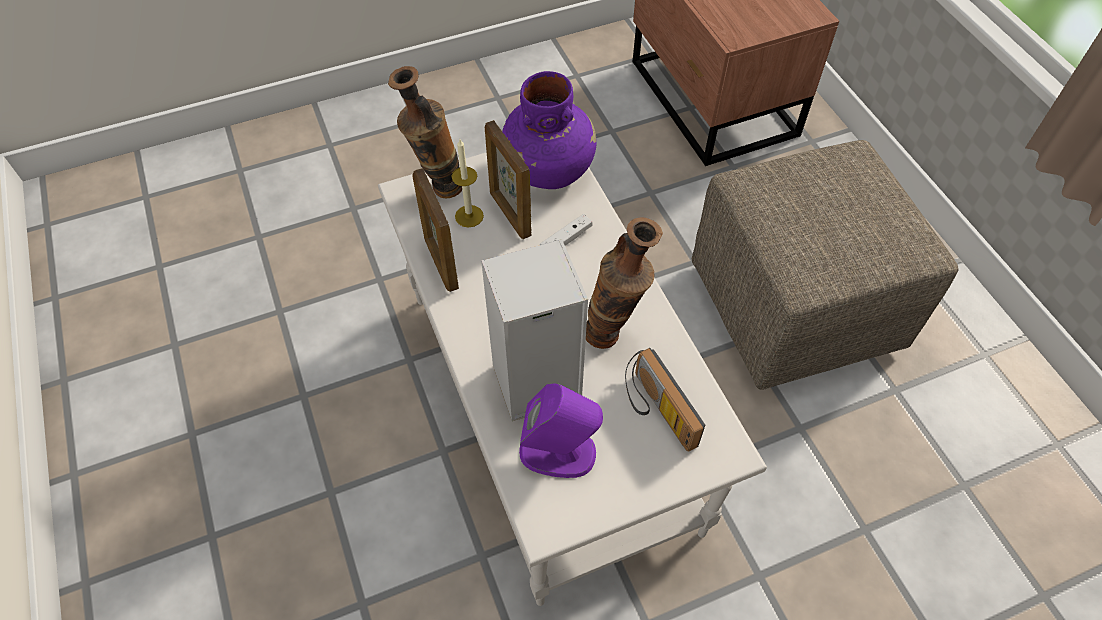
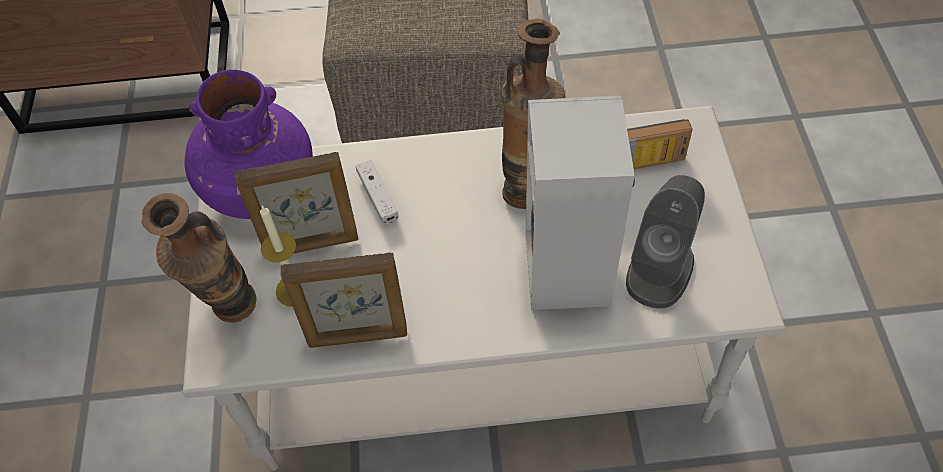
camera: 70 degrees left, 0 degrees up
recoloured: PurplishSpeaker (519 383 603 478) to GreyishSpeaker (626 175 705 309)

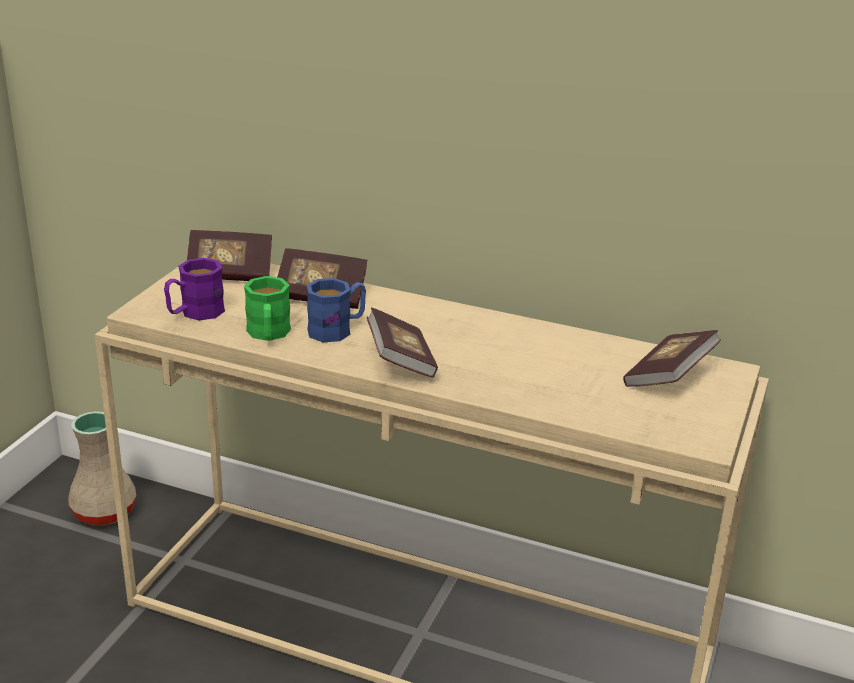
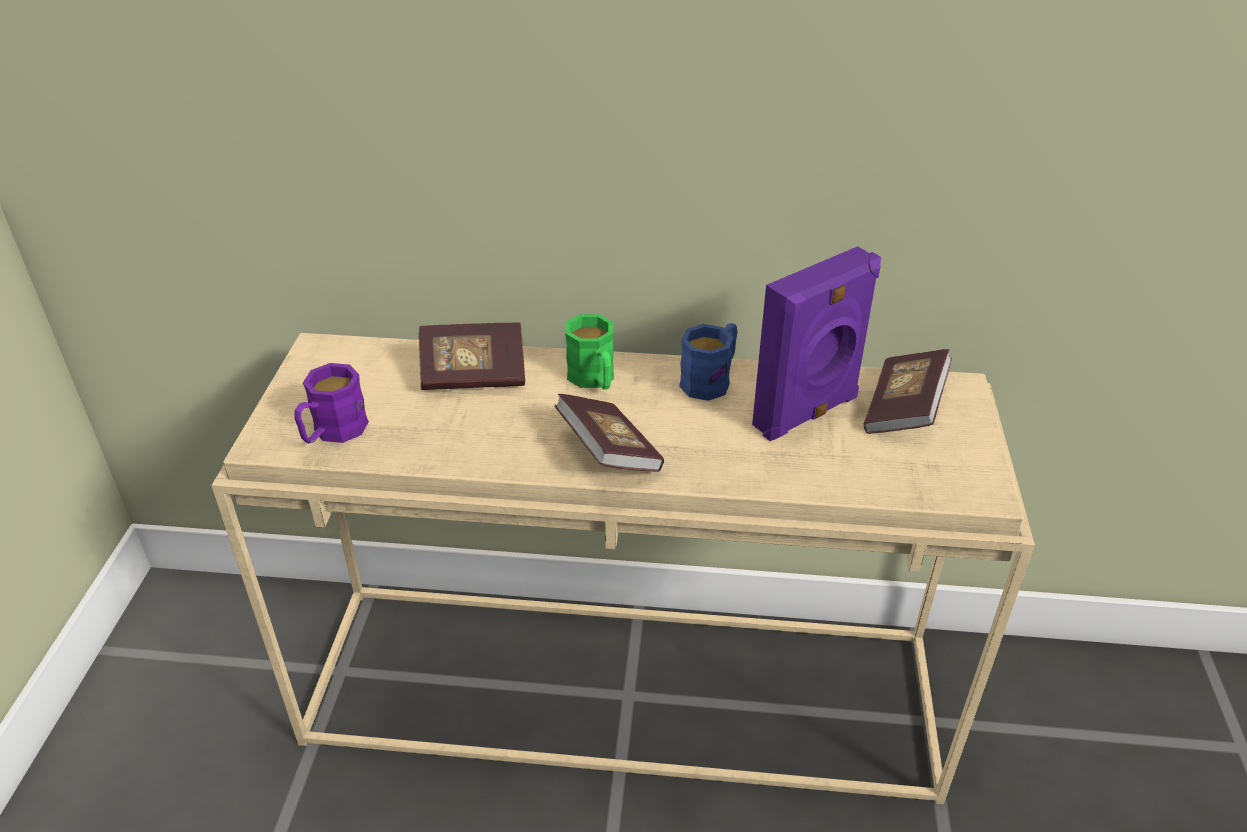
camera: 15 degrees left, 10 degrees up
removed: BeigeVase (68 411 136 526); BoundBook (187 230 272 281)
added: PurplishSpeaker (752 246 881 441)
moved: GreenCoffeeMug (244 276 291 341) to (565 314 614 390); BlueColouredCoffeeMug (307 278 366 342) to (679 323 737 401)

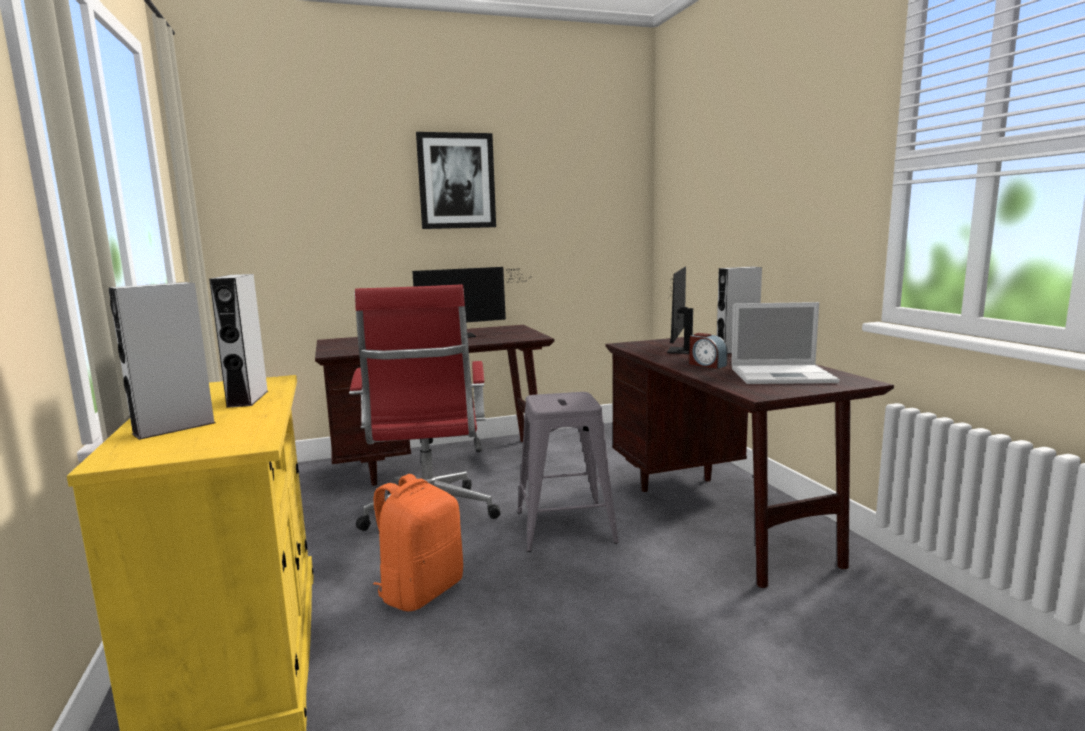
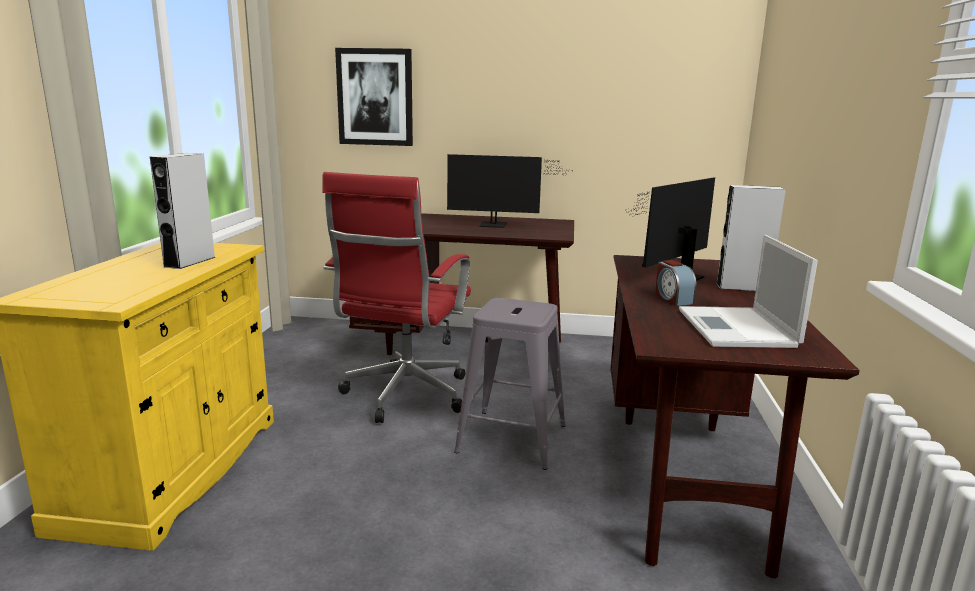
camera: 25 degrees right, 5 degrees up
removed: GreyishSpeaker (108 282 215 440); OrangeColouredRucksack (373 474 463 611)
moved: Picture (416 132 496 229) to (335 48 413 146)
turned: PortableComputer (731 302 840 384) = (679 235 818 348) 60 degrees clockwise

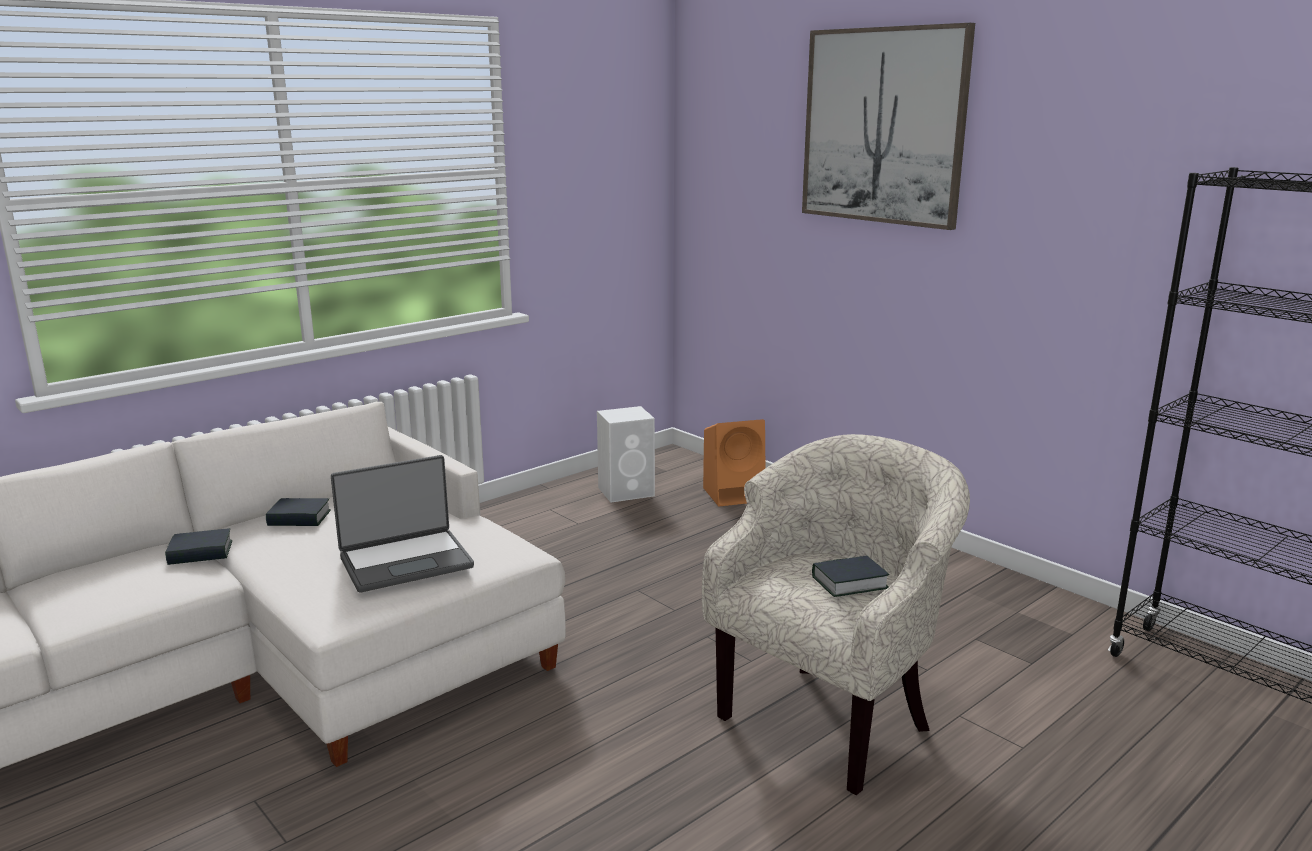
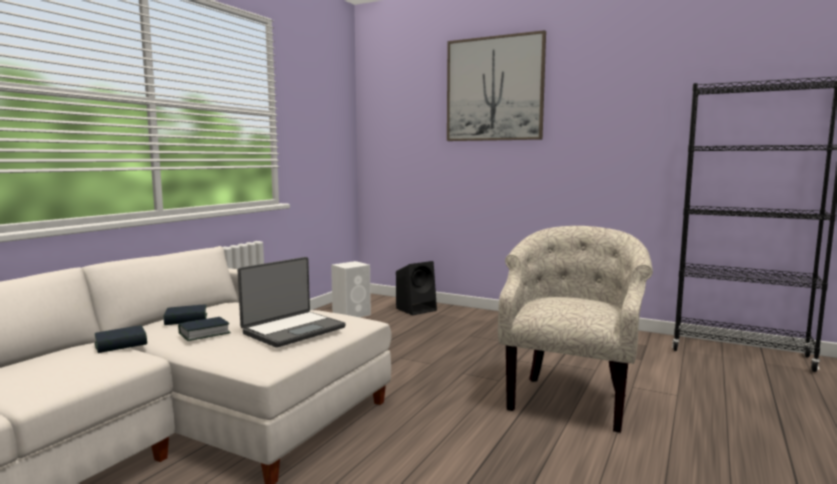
camera: 20 degrees left, 10 degrees down
moved: BoundBook (812 556 889 597) to (178 317 231 341)
recoloured: OrangeColouredSpeaker (703 419 765 506) to BlackishSpeaker (396 261 437 315)

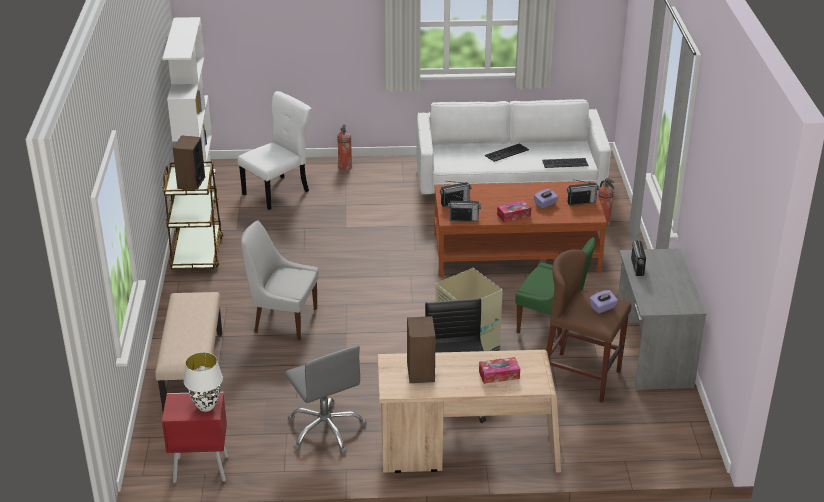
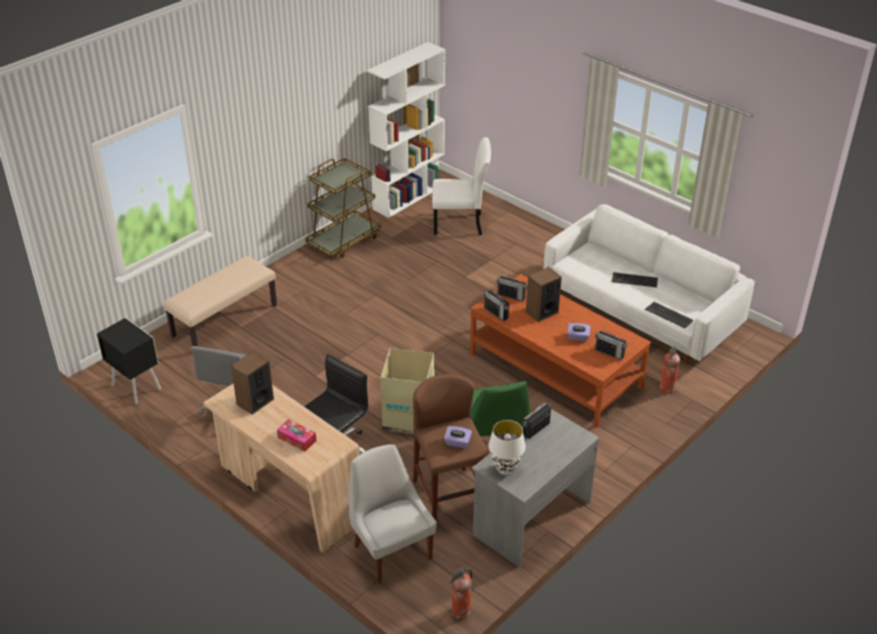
camera: 45 degrees right, 5 degrees up
removed: BoxOfTissues (497 200 531 222)
moved: Speaker (173 135 205 190) to (526 267 562 322); WhitishLampForATable (184 352 223 412) to (488 420 526 475); WhitishChair (241 220 318 340) to (349 444 437 583); Extinguisher (337 124 352 170) to (449 567 472 620)
recoloured: RedColouredNightTable (162 392 228 483) to BlackishNightTable (97 318 161 404)

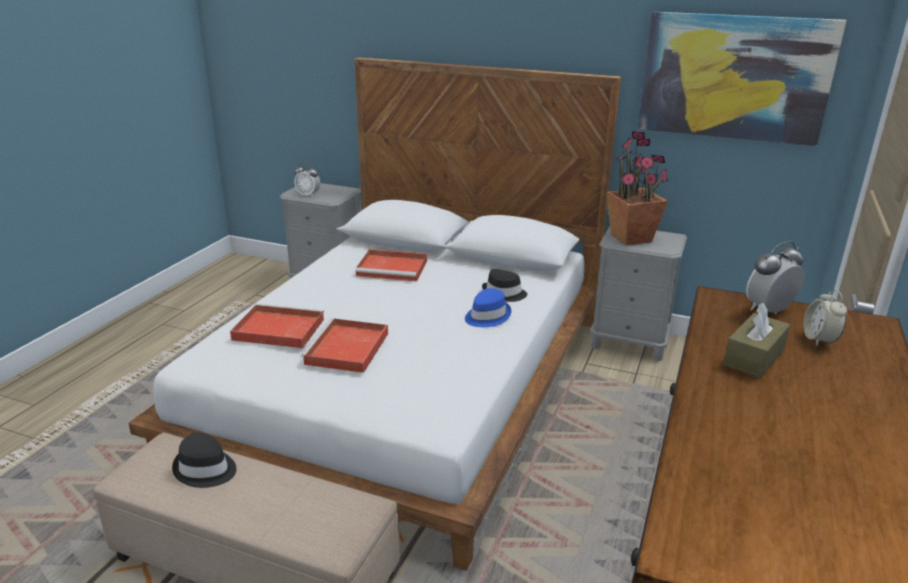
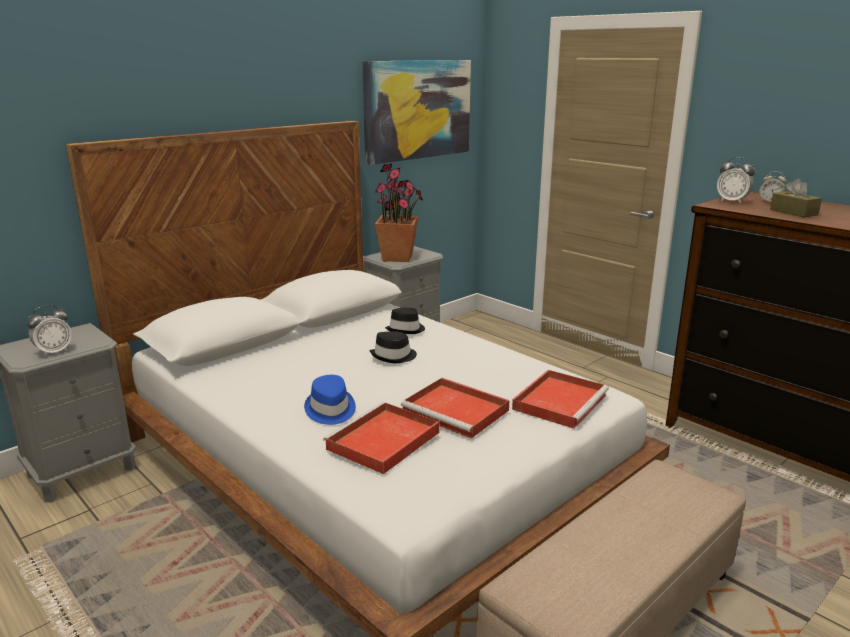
camera: 65 degrees left, 5 degrees down
moved: BlackishWearableHat (172 432 236 488) to (370 331 417 363); RedColouredCarryingTray (355 249 427 282) to (512 370 609 429); BlueColouredWearableHat (465 288 511 327) to (304 375 356 425)
turned: TableClock (746 241 805 314) = (717 157 755 204) 45 degrees counterclockwise

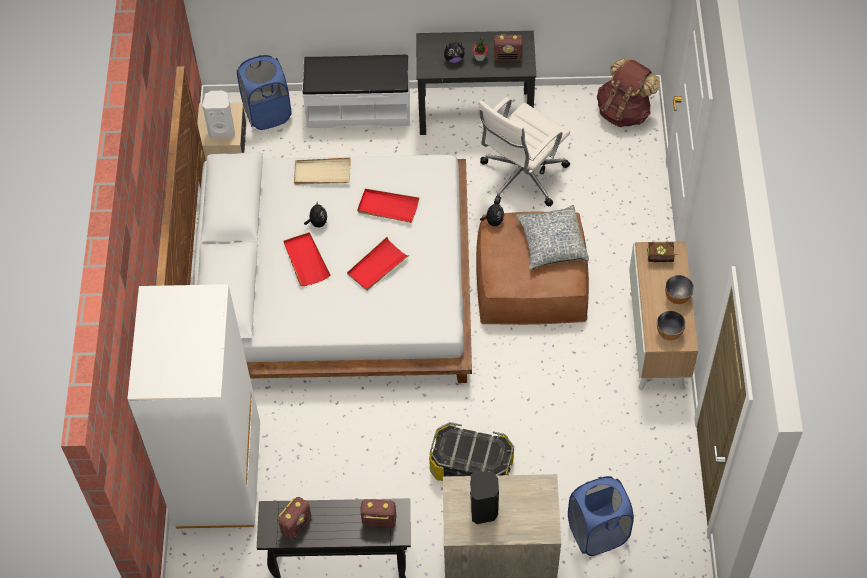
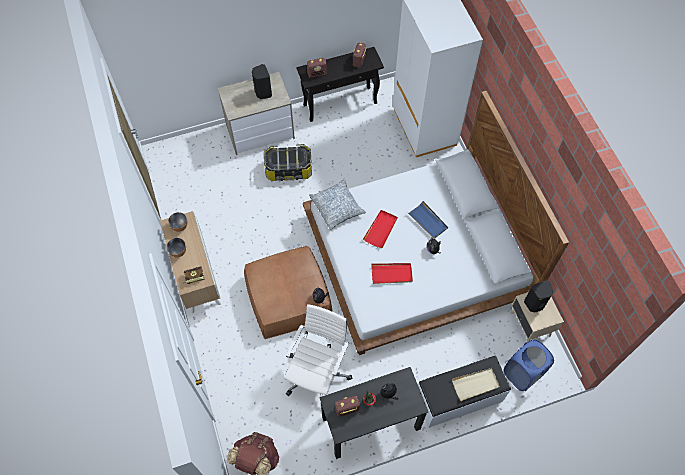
camera: 160 degrees right, 5 degrees up
removed: BlueColouredHamper (568 476 634 556)
moved: BeigeCarryingTray (294 158 351 184) to (452 368 500 401); Cushion (516 205 589 269) to (309 179 366 230)
recoloured: WhitishSpeaker (202 91 235 138) to BlackishSpeaker (524 280 554 313); RedColouredCarryingTray (284 232 330 286) to BlueColouredCarryingTray (407 201 448 239)

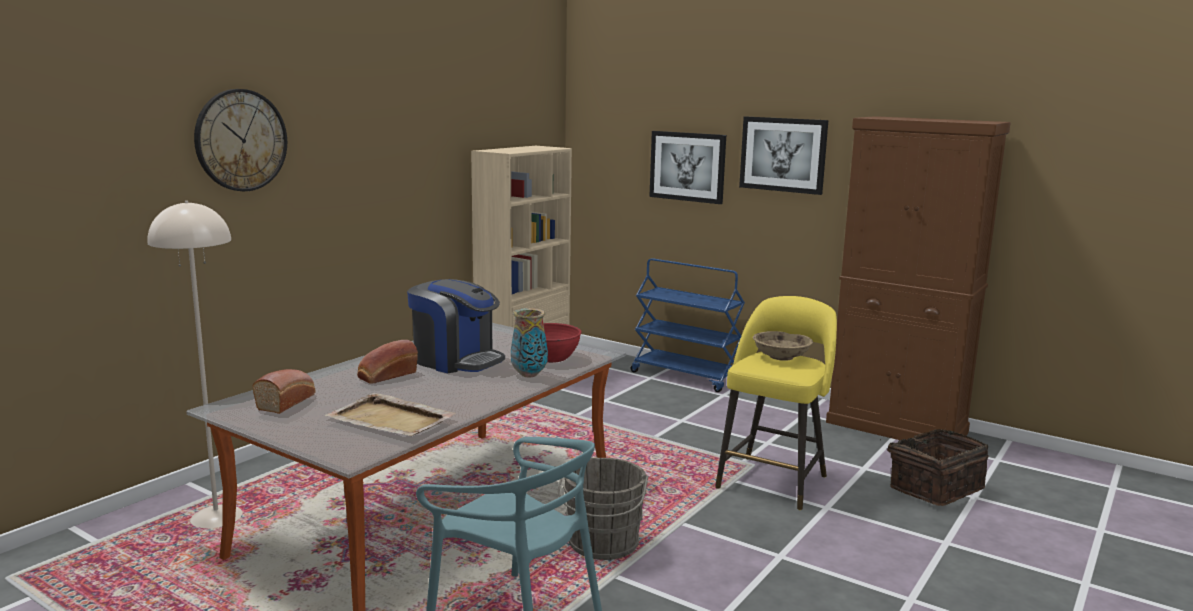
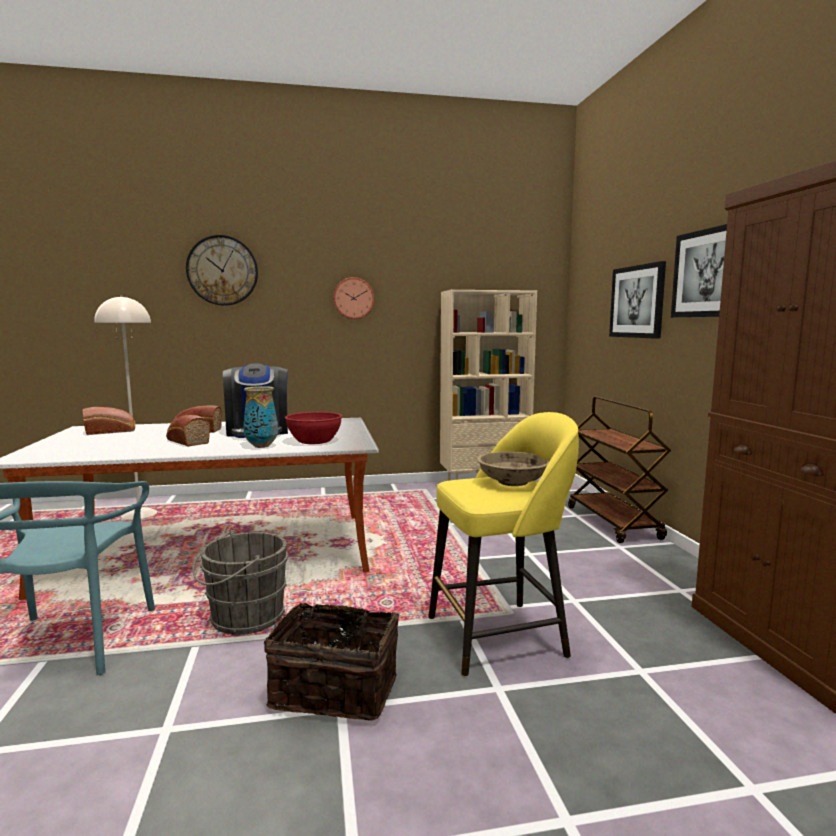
camera: 45 degrees right, 5 degrees down
removed: BeigeCarryingTray (325 393 456 436)
added: Bread (166 415 210 446); WallClock (333 277 374 319)
moved: StorageBasket (879 429 989 506) to (264 597 399 721)
recoloured: BlueColouredTrolley (631 258 745 392) to BrownishTrolley (568 396 671 543)

